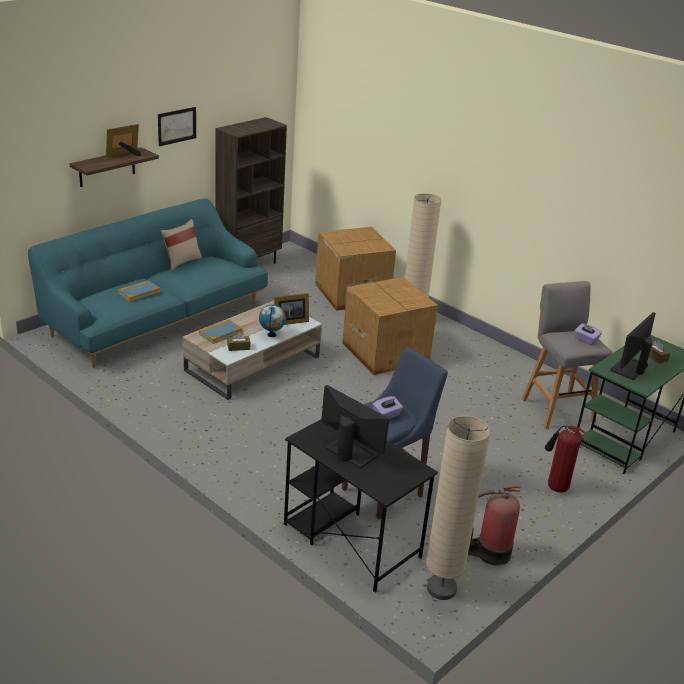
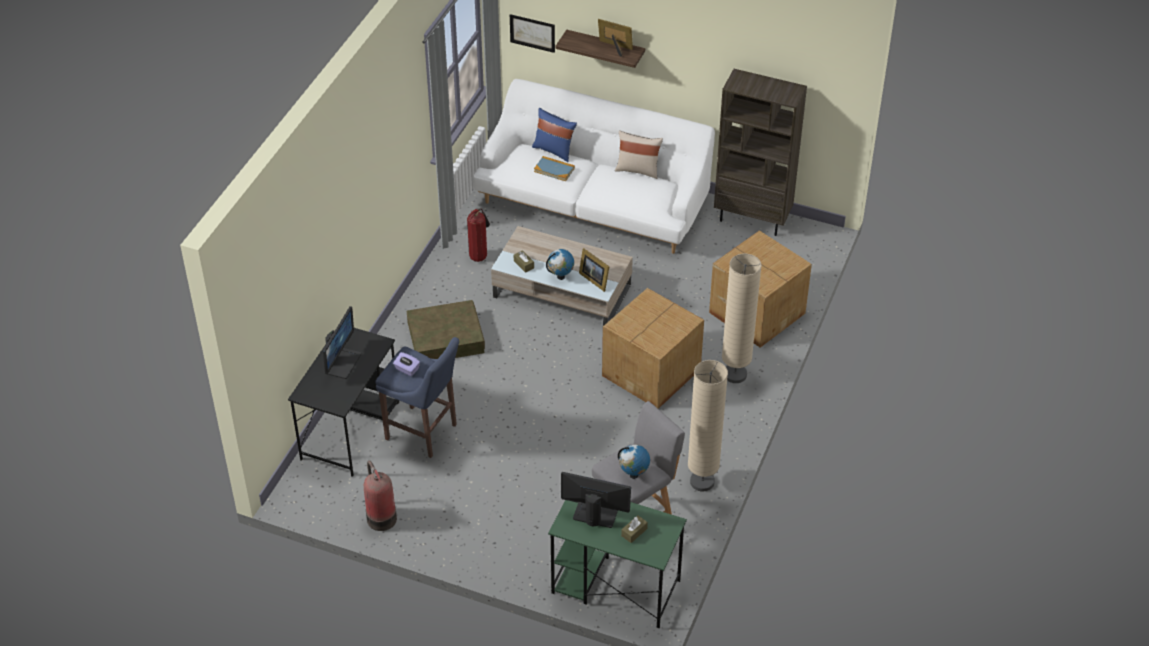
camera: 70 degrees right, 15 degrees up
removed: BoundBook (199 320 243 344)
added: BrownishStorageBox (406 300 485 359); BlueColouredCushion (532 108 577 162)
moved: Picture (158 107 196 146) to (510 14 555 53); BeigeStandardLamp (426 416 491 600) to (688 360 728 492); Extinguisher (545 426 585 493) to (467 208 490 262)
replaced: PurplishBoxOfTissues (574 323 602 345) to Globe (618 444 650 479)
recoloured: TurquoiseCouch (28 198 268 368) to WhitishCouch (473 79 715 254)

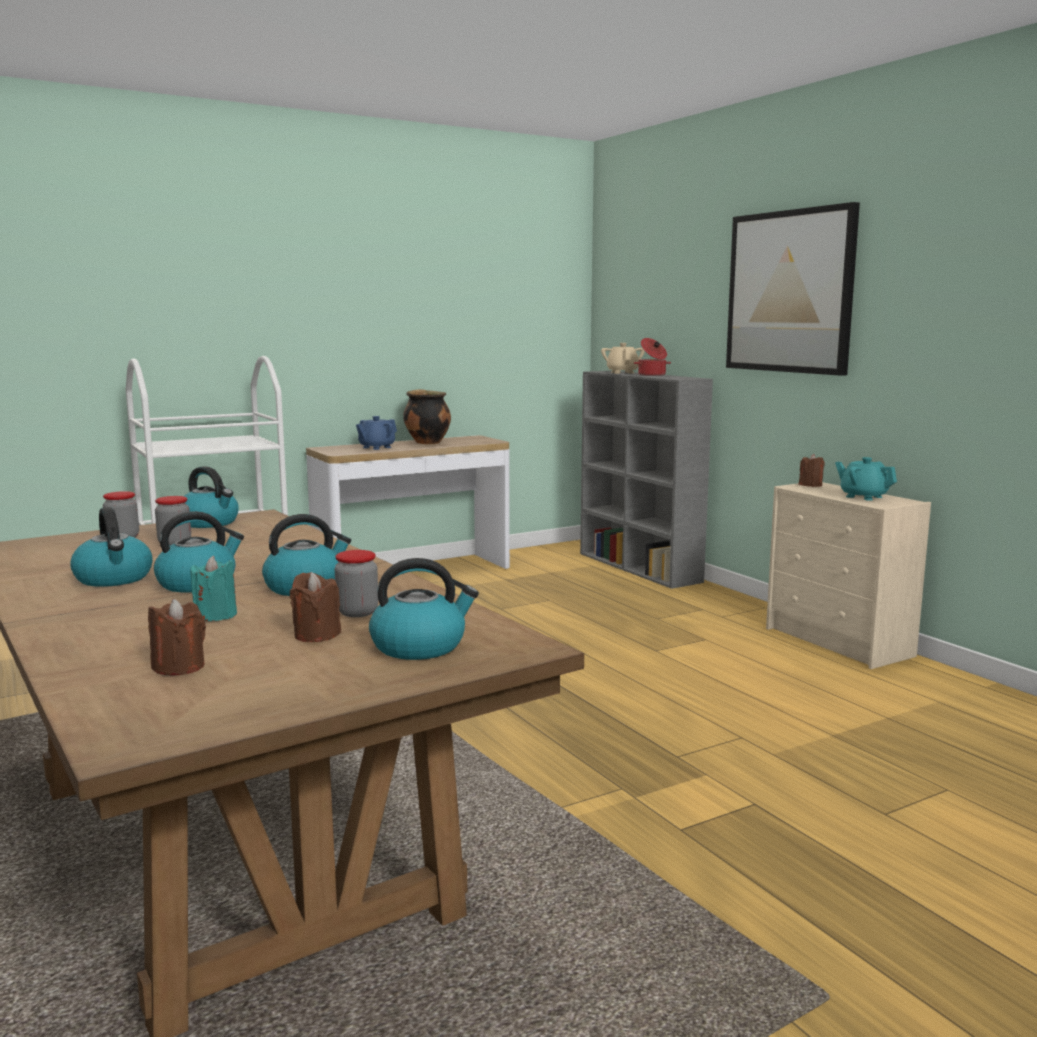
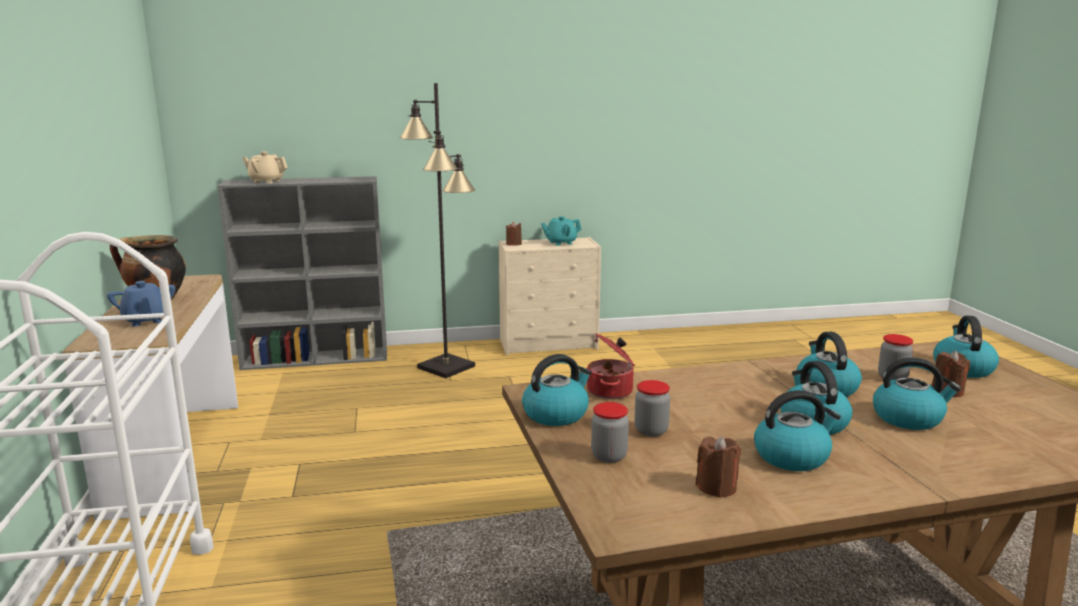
camera: 70 degrees left, 5 degrees up
removed: Picture (726 202 860 376)
added: BlackishStandardLamp (400 83 475 378)
moved: BrownishCandle (148 599 206 676) to (696 436 741 498); Saucepot (634 338 671 376) to (586 333 635 399)
replaced: TurquoiseCandle (190 556 237 621) to Kettle (873 358 961 430)

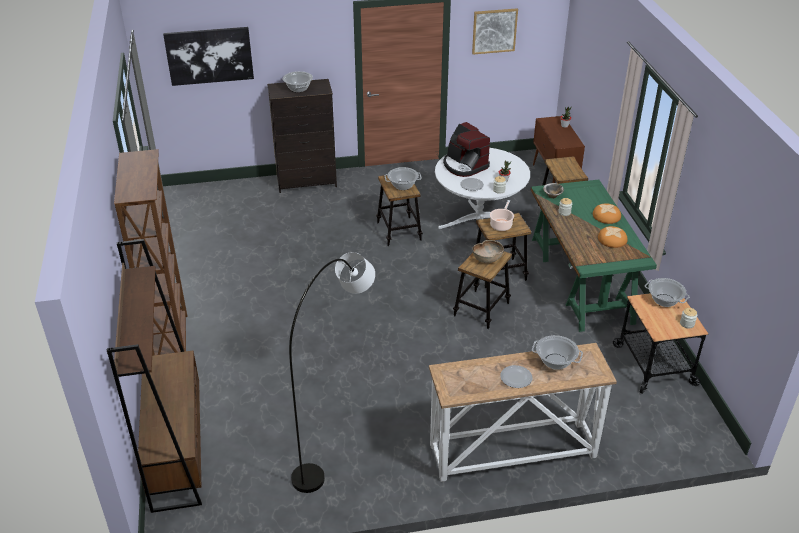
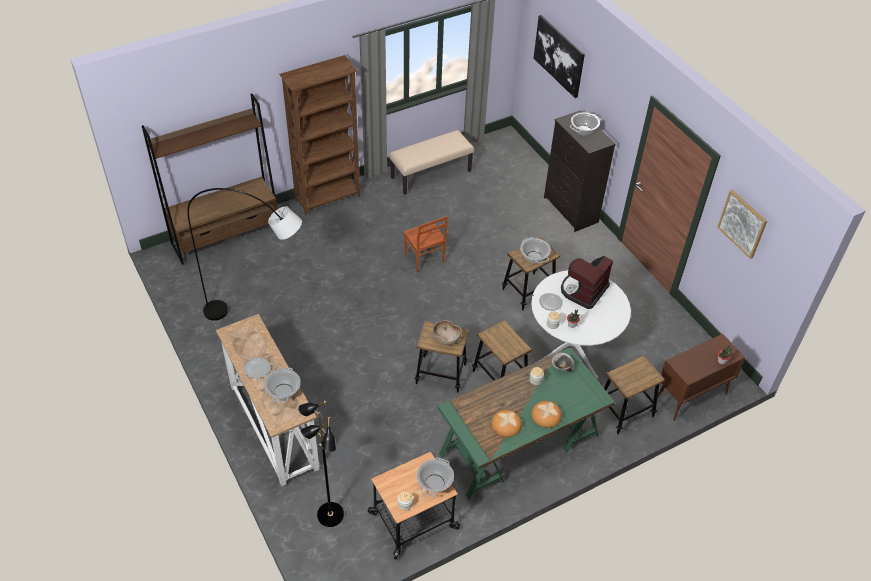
camera: 70 degrees right, 10 degrees up
removed: Saucepot (490 200 514 231)
added: BlackishStandardLamp (298 401 344 527); BeigeBench (389 130 474 195); BrownishChair (404 216 448 272)

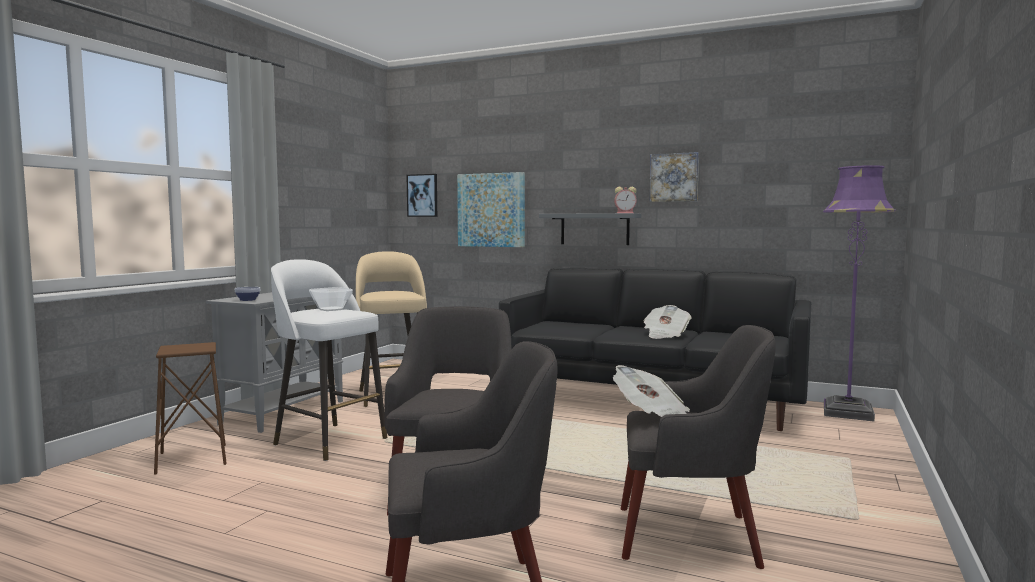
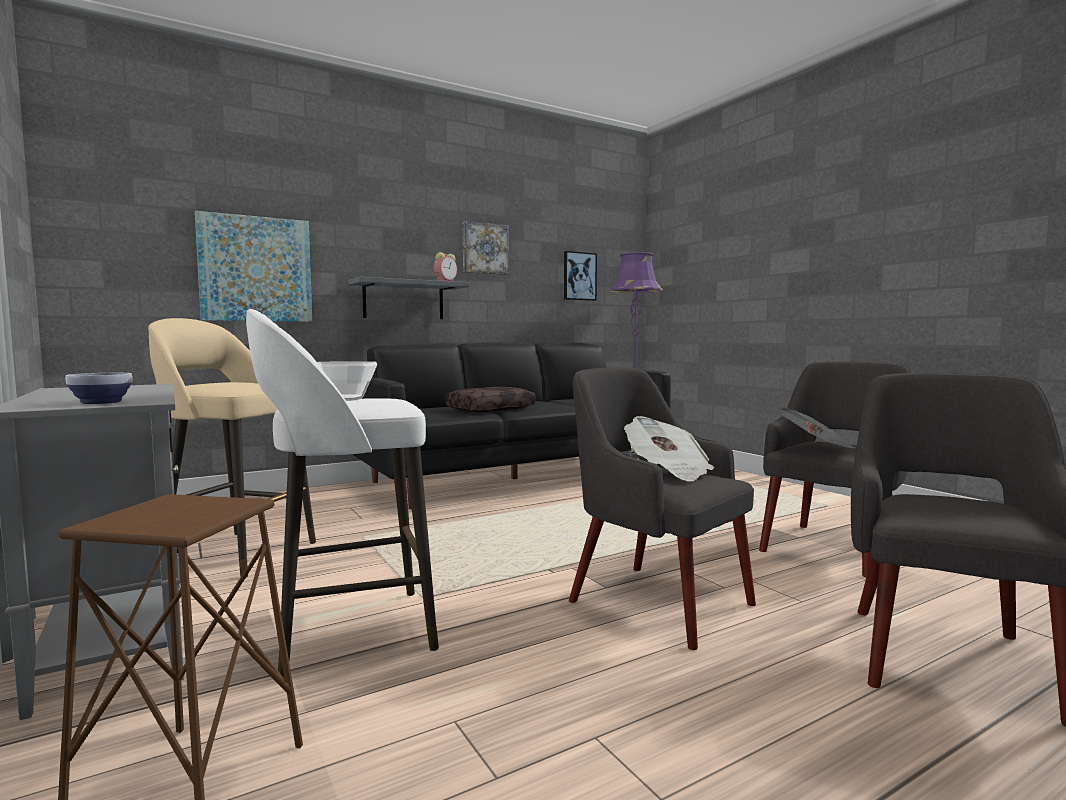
camera: 55 degrees left, 0 degrees up
added: BrownishCushion (445 387 536 412)
moved: Picture (407 174 437 217) to (564 251 597 301); PrintedPaper (643 305 691 339) to (624 416 714 482)

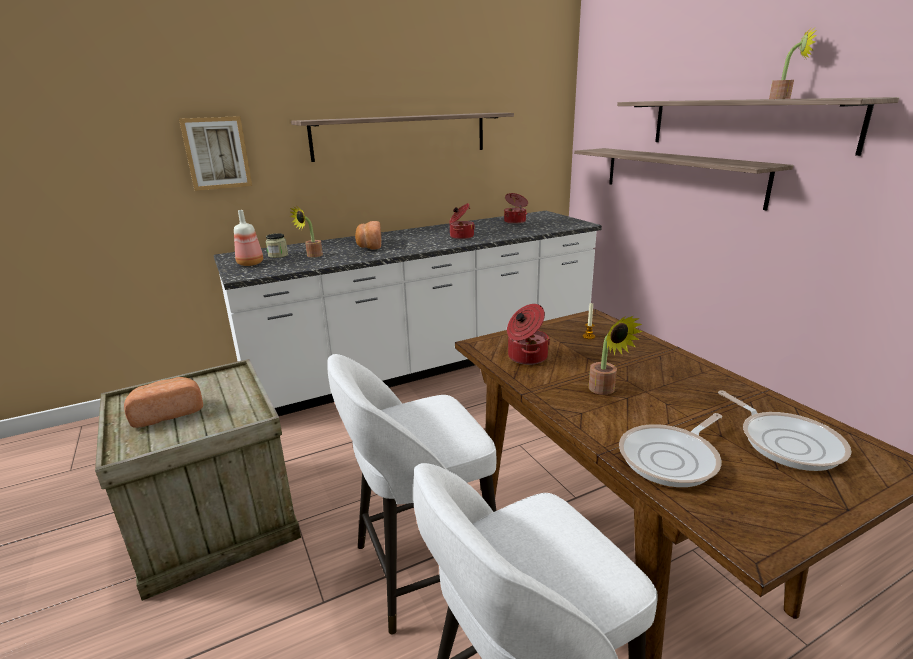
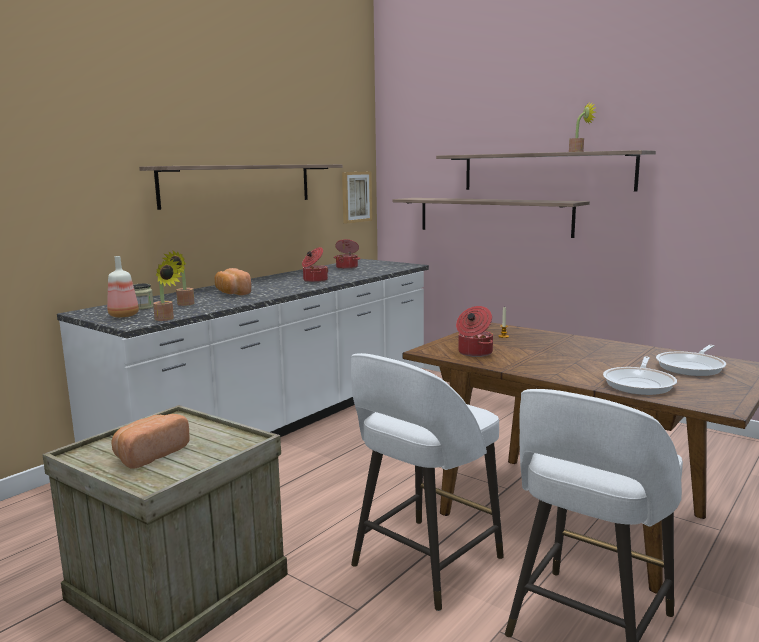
camera: 25 degrees left, 10 degrees down
moved: Picture (179 116 252 191) to (342 172 372 224); Houseplant (589 316 643 395) to (153 259 183 321)
turned: Skillet (718 391 852 471) = (656 345 726 376) 90 degrees clockwise

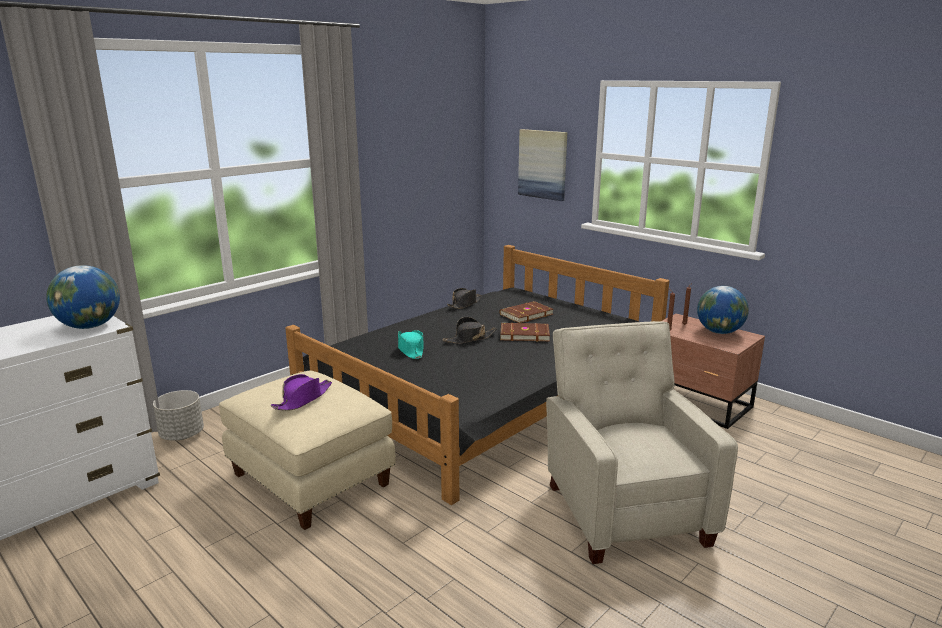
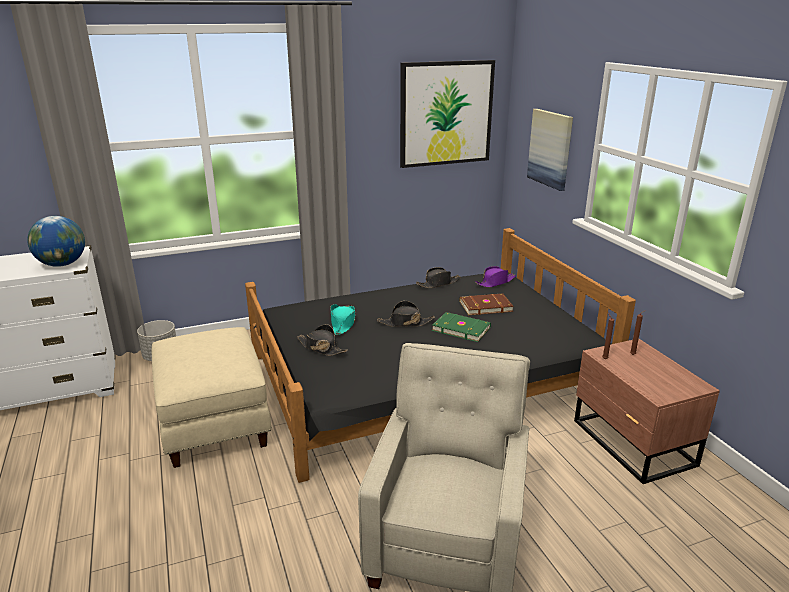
camera: 25 degrees right, 5 degrees up
removed: Globe (697 286 749 334)
added: BlackishWearableHat (297 324 348 356); Picture (400 60 495 168)
moved: PurplishWearableHat (271 374 332 410) to (475 266 516 288)
recoloured: BrownishBoundBook (500 323 550 342) to GreenBoundBook (432 312 491 342)

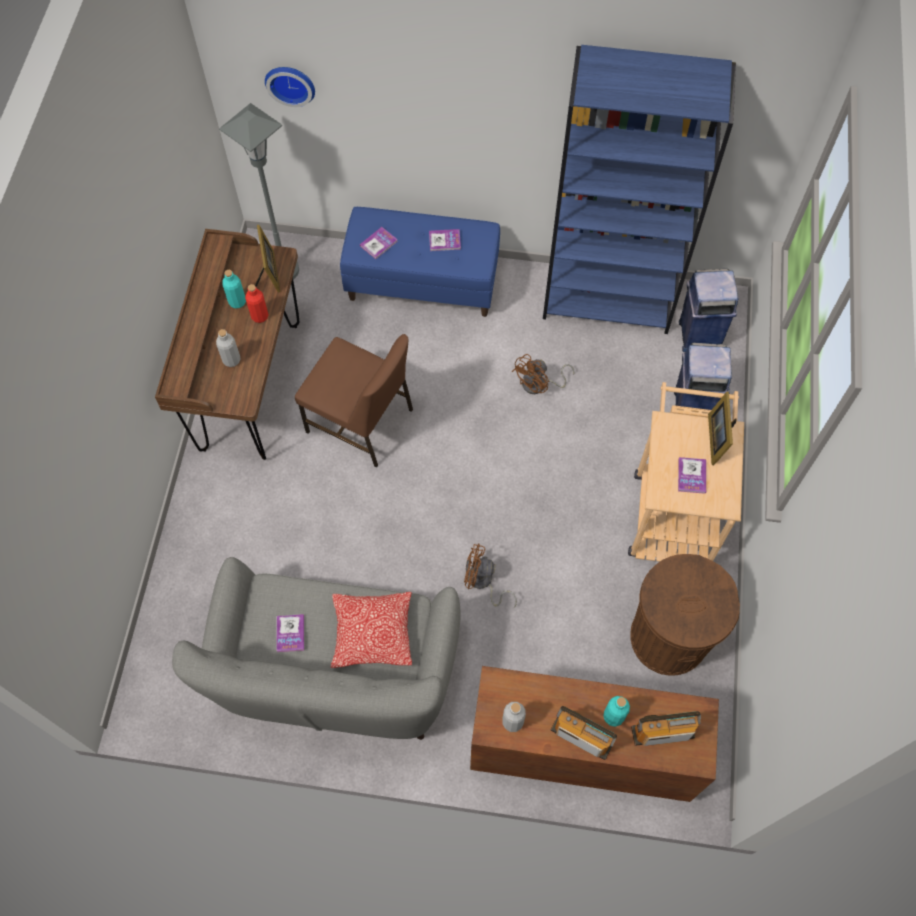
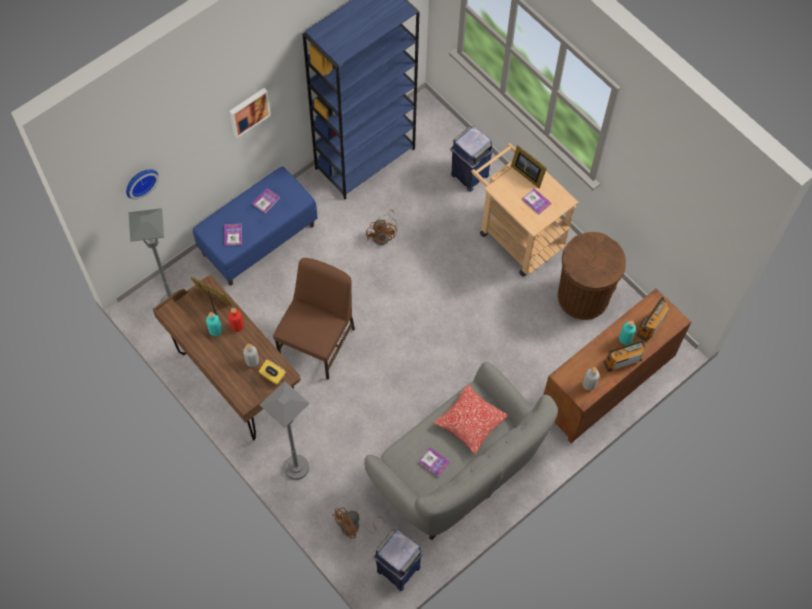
camera: 50 degrees left, 0 degrees up
added: Picture (230 88 271 138); YellowishBoxOfTissues (259 360 286 385); GreyishStandardLamp (260 381 310 480)
moved: BrownishFan (464 543 517 607) to (332 507 385 539); BlueColouredTrashCan (679 268 739 352) to (373 529 424 591)
turned: BrownishChair (295 334 413 467) = (273 258 355 379) 45 degrees counterclockwise

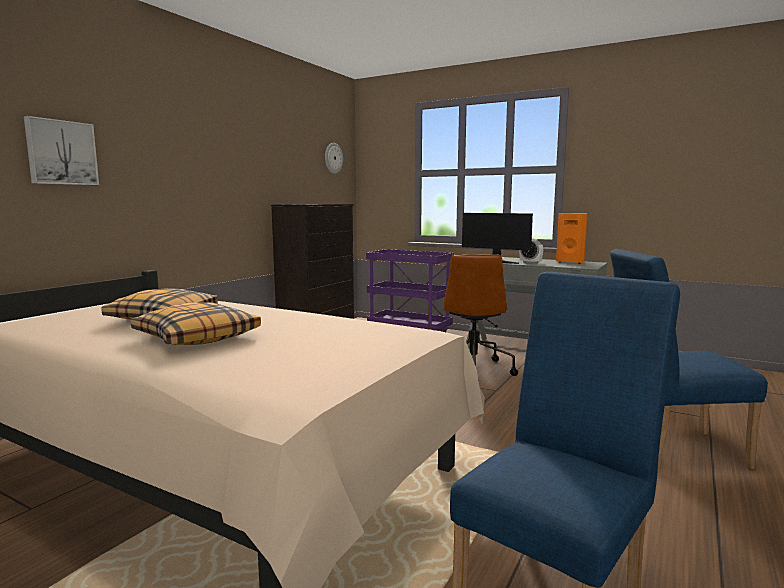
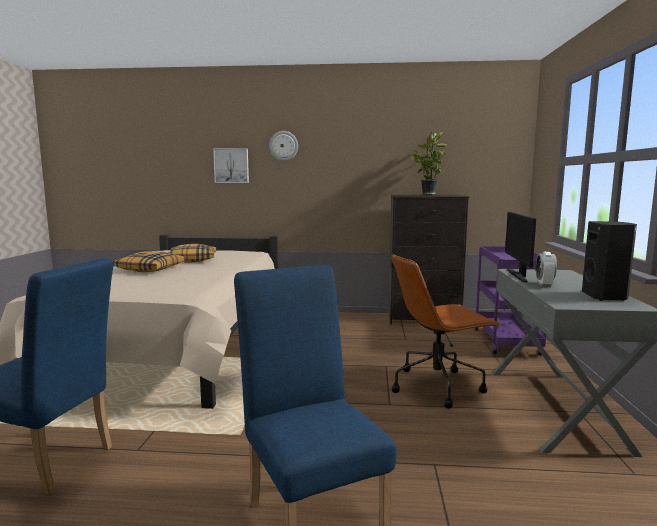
camera: 65 degrees right, 0 degrees up
added: Houseplant (412 132 447 195)
moved: WallClock (325 143 343 174) to (269 131 298 161)
recoloured: OrangeColouredSpeaker (556 213 588 264) to BlackishSpeaker (582 221 637 301)

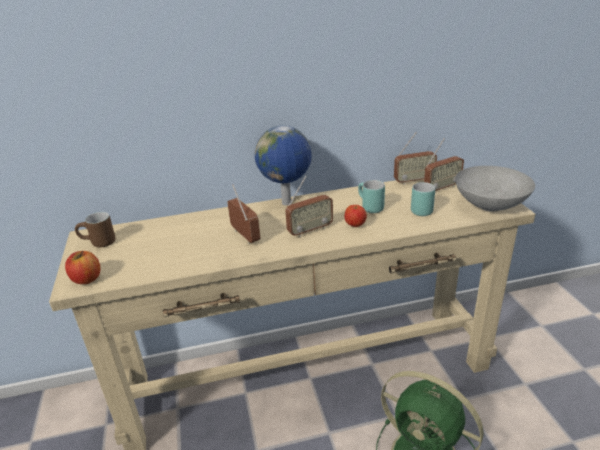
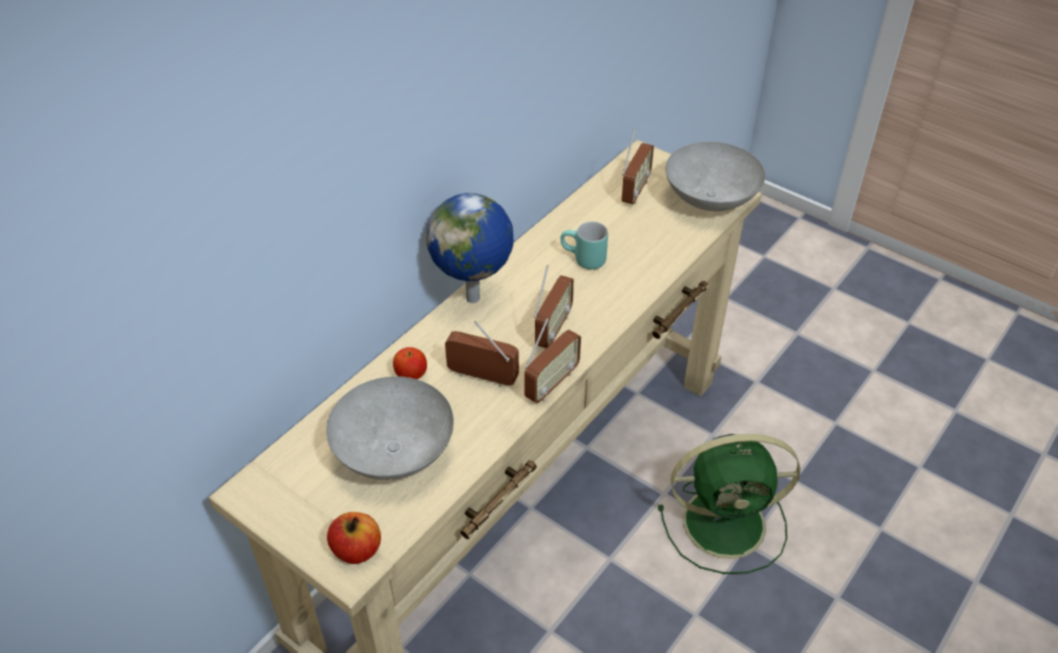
camera: 40 degrees left, 15 degrees up
removed: BrownishCoffeeMug (75 212 116 247); TurquoiseCoffeeMug (411 182 435 216)
added: GreyishServingBowl (326 376 454 480)
moved: WholeApple (344 205 367 227) to (393 347 427 379); Radio (394 132 437 185) to (524 318 581 403)

